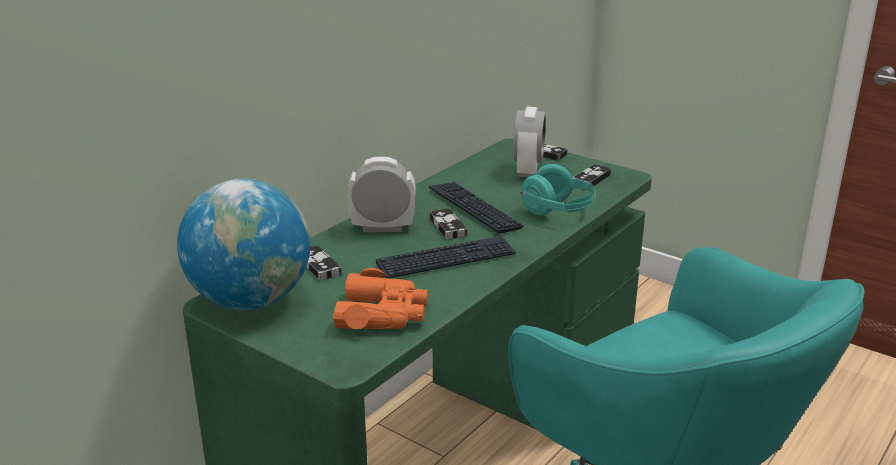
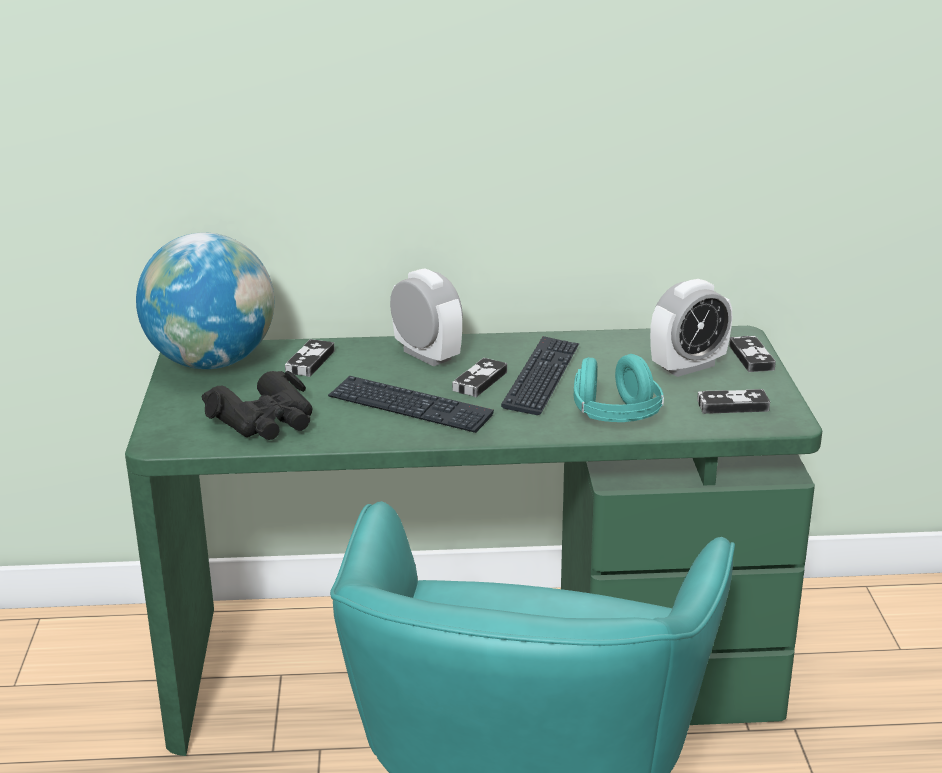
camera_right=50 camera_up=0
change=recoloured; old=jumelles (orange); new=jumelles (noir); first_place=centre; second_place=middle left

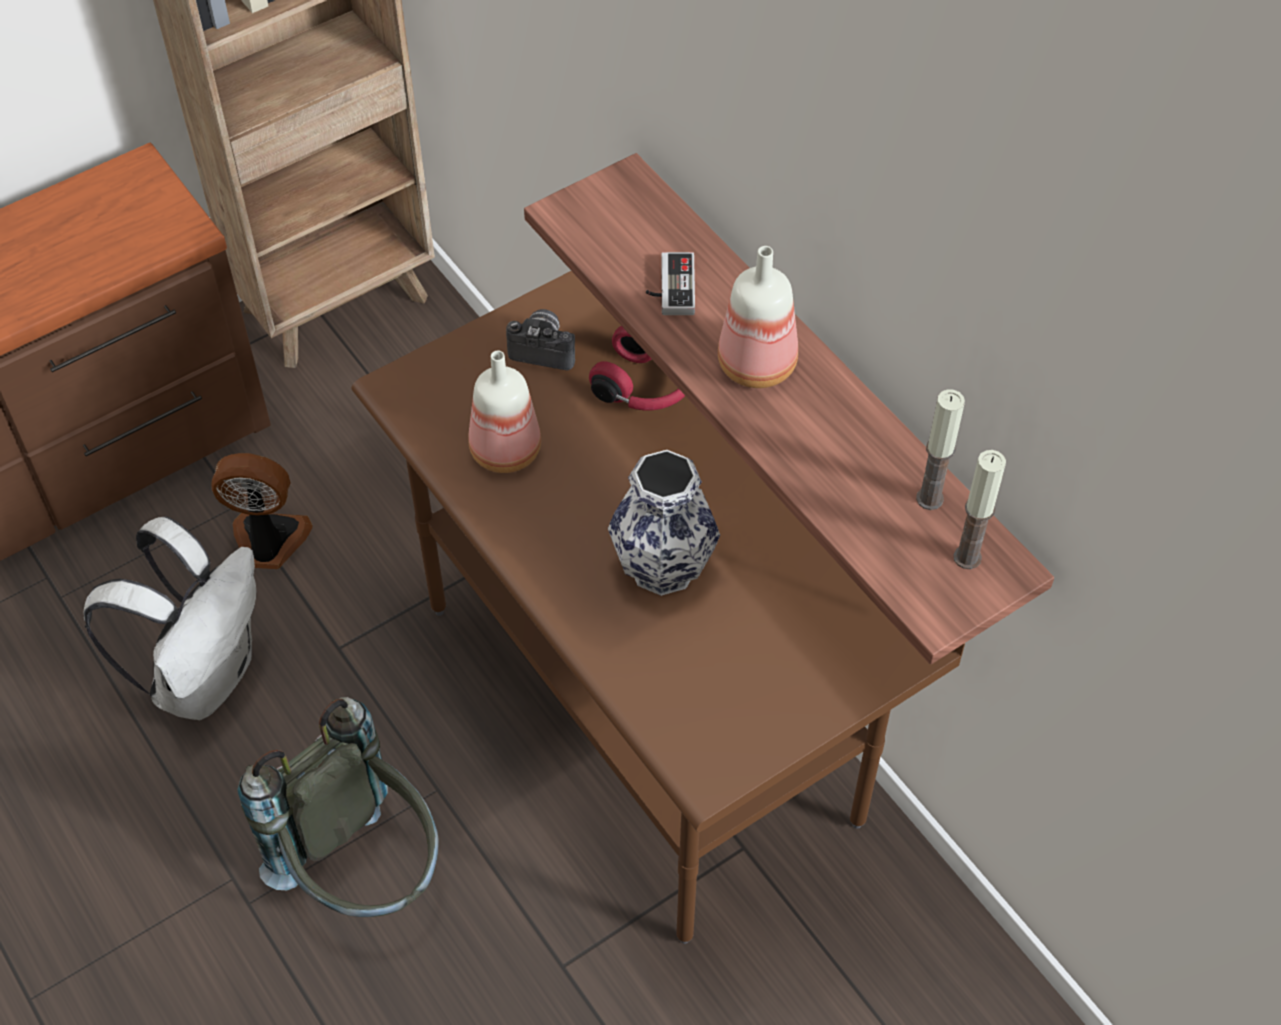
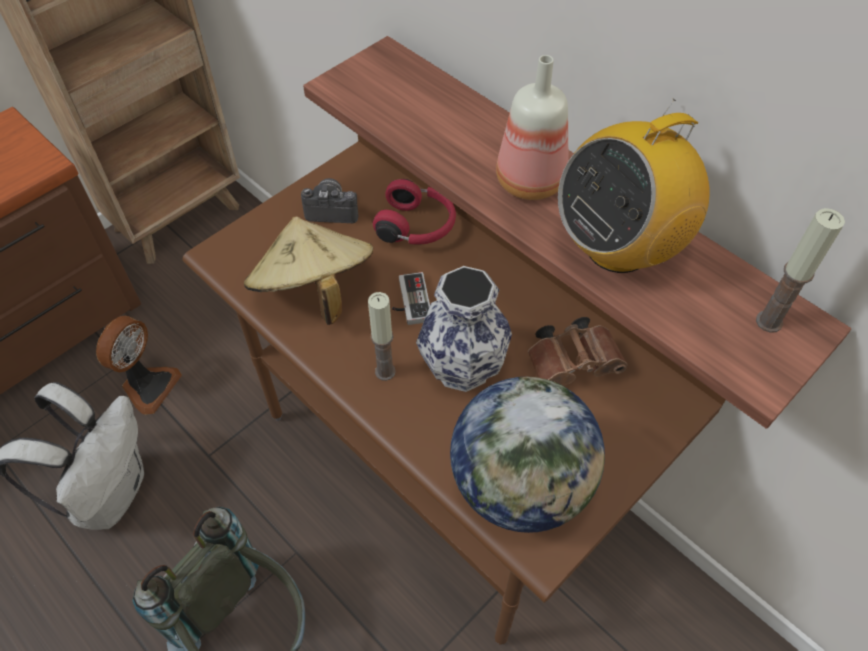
camera_right=-10 camera_up=0
change=turned; old=ventilateur; first_place=middle left; second_place=middle left; degrees=120
change=replaced; old=bouteille (1st from left); new=chapeau (beige); first_place=centre; second_place=centre
change=moved; old=bougie (1st from left); first_place=middle right; second_place=centre
change=moved; old=manette; first_place=top centre; second_place=centre
change=added; new=globe; second_place=bottom centre
change=added; new=jumelles (marron); second_place=centre
change=added; new=radio; second_place=top right

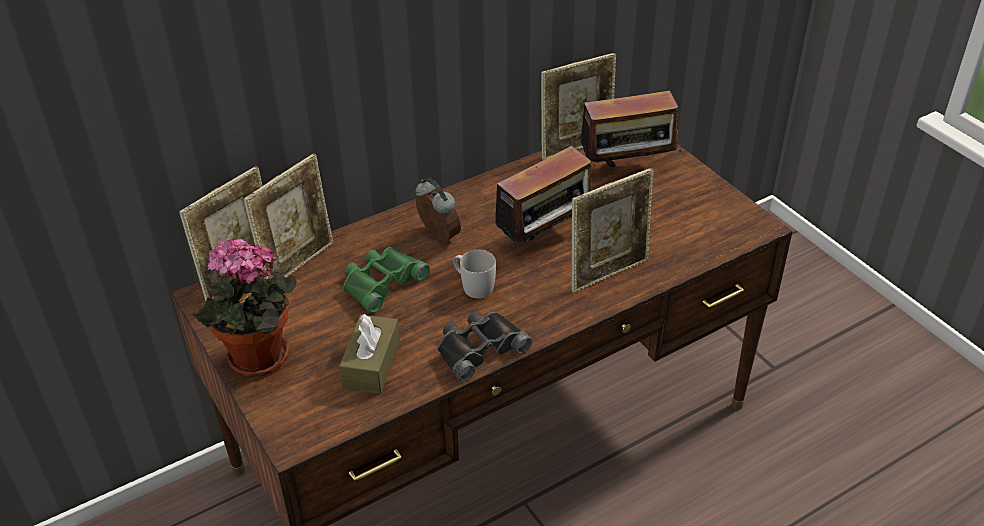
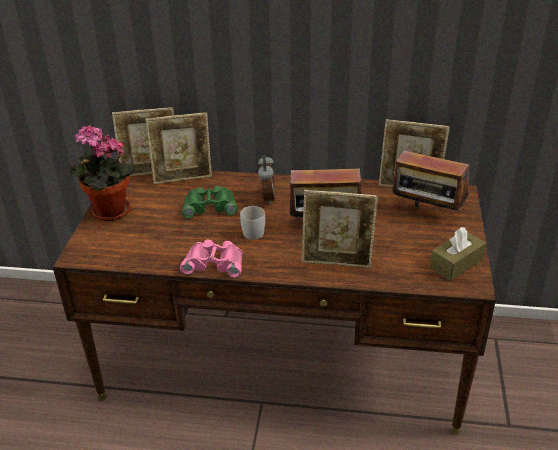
camera_right=40 camera_up=-5
change=recoloured; old=jumelles (noir); new=jumelles (rose); first_place=centre; second_place=centre
change=moved; old=boîte à mouchoirs (marron); first_place=bottom centre; second_place=middle right

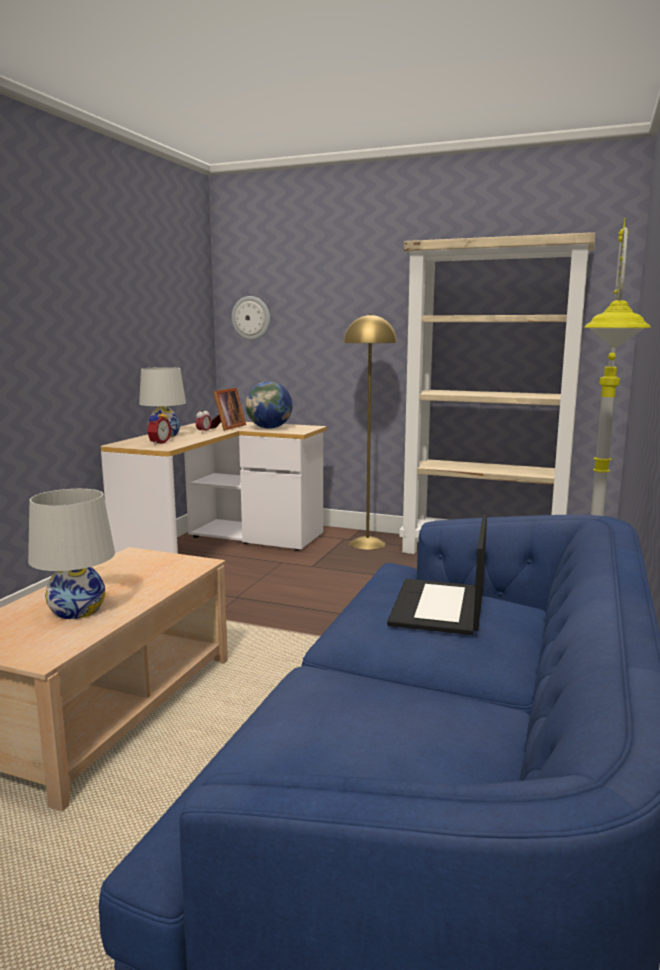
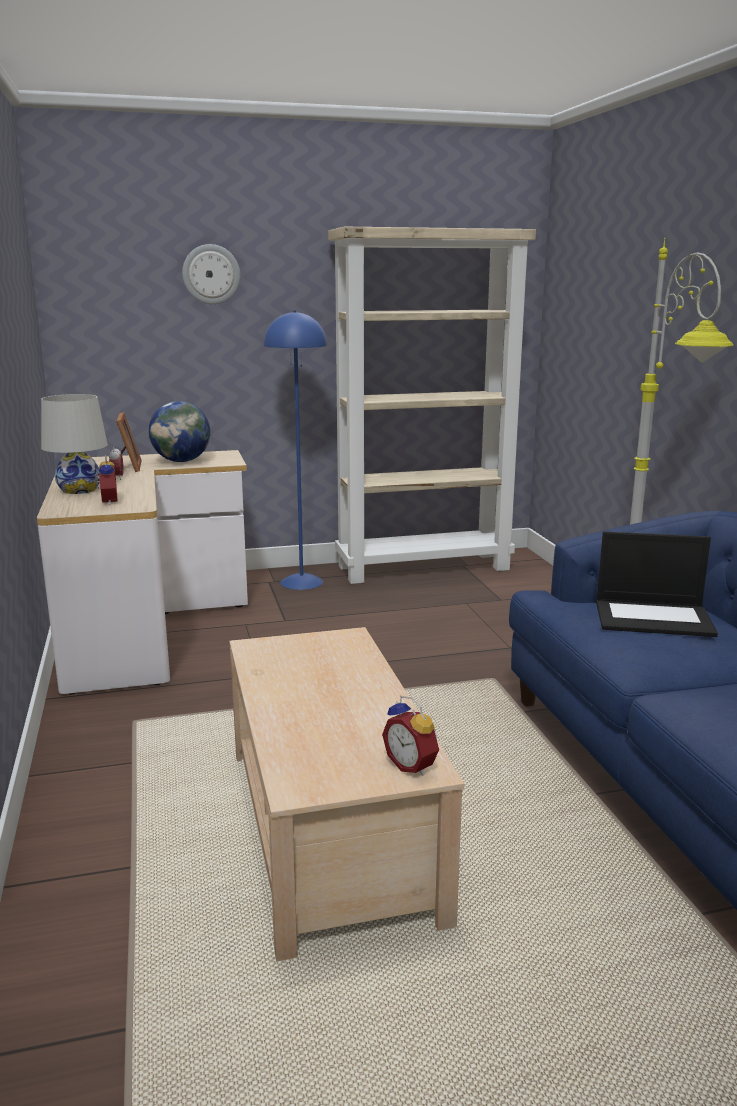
camera_right=-35 camera_up=5
change=moved; old=horloge murale; first_place=top centre; second_place=top left
change=recoloured; old=lampadaire (jaune); new=lampadaire (bleu); first_place=centre; second_place=centre
change=added; new=réveil (3rd from left); second_place=centre
change=turned; old=ordinateur portable; first_place=centre; second_place=middle right; degrees=-60
change=removed; old=lampe de table (blanc) (1st from left); first_place=middle left

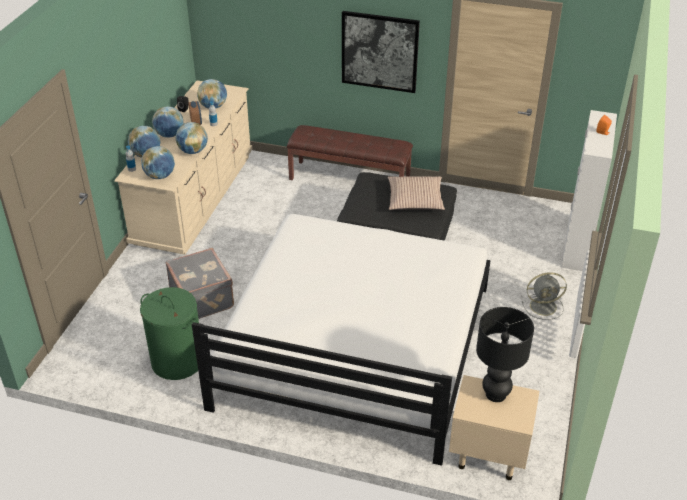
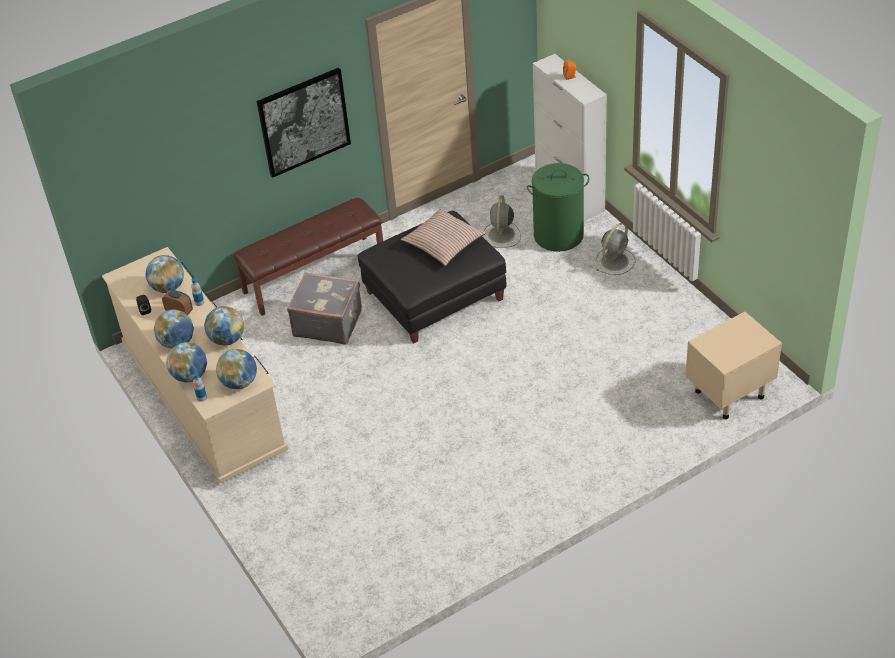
camera_right=-45 camera_up=5
change=moved; old=valise (gris); first_place=middle left; second_place=centre
change=added; new=ventilateur (gris) (1st from left); second_place=centre
change=moved; old=panier à linge (vert); first_place=middle left; second_place=top centre
change=removed; old=lit (blanc); first_place=bottom centre
change=removed; old=lampe de table (noir); first_place=bottom right

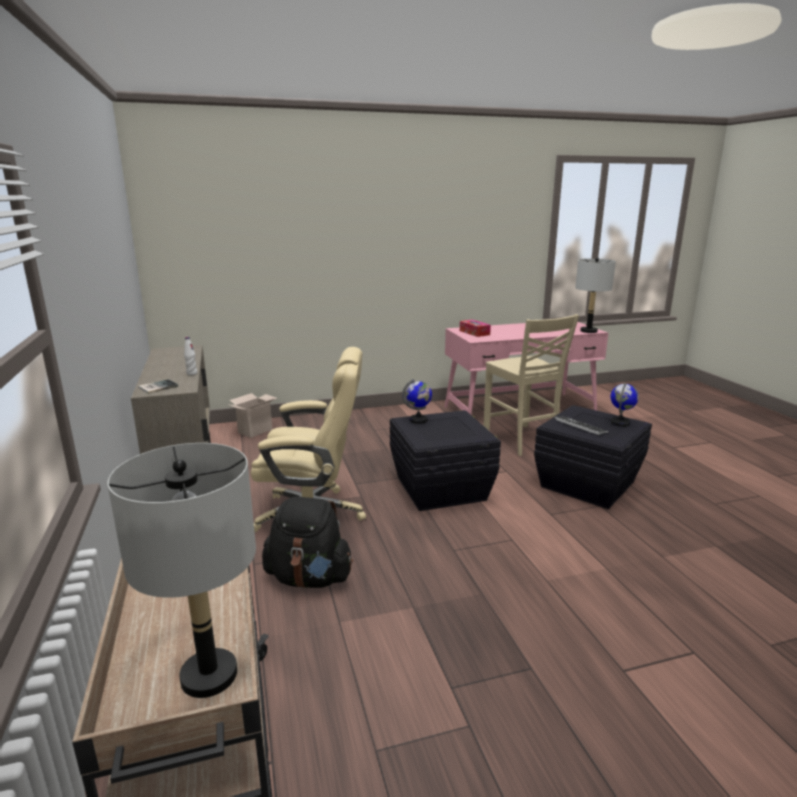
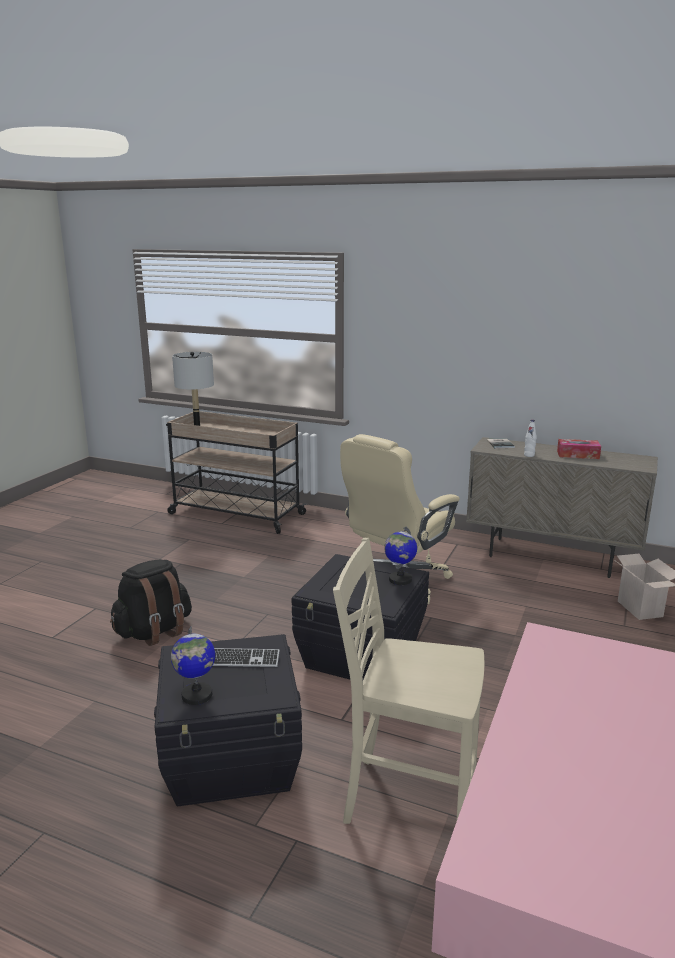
camera_right=130 camera_up=0
change=moved; old=sac à dos (noir); first_place=bottom centre; second_place=middle left
change=moved; old=boîte à mouchoirs; first_place=centre; second_place=middle right
change=removed; old=lampe de table (gris) (2nd from left); first_place=middle right

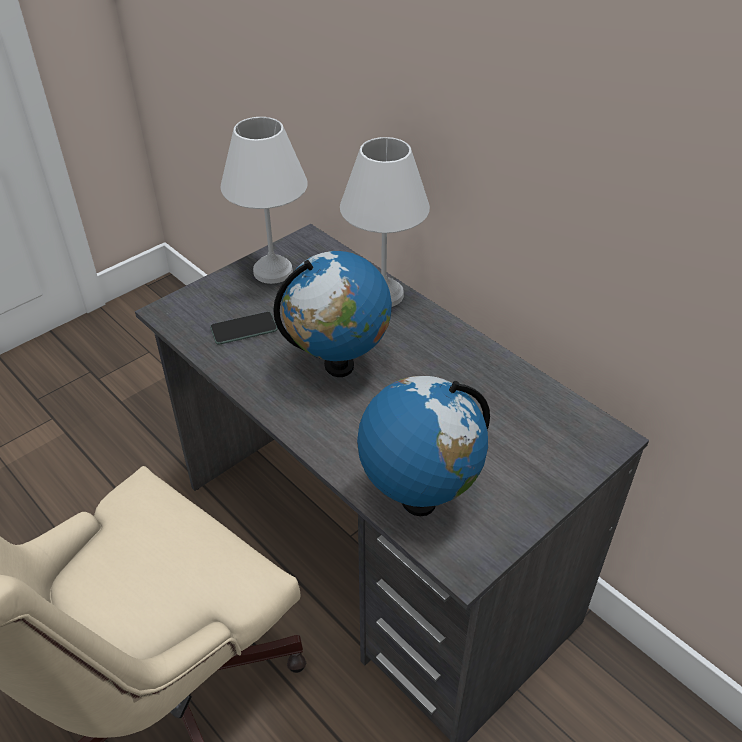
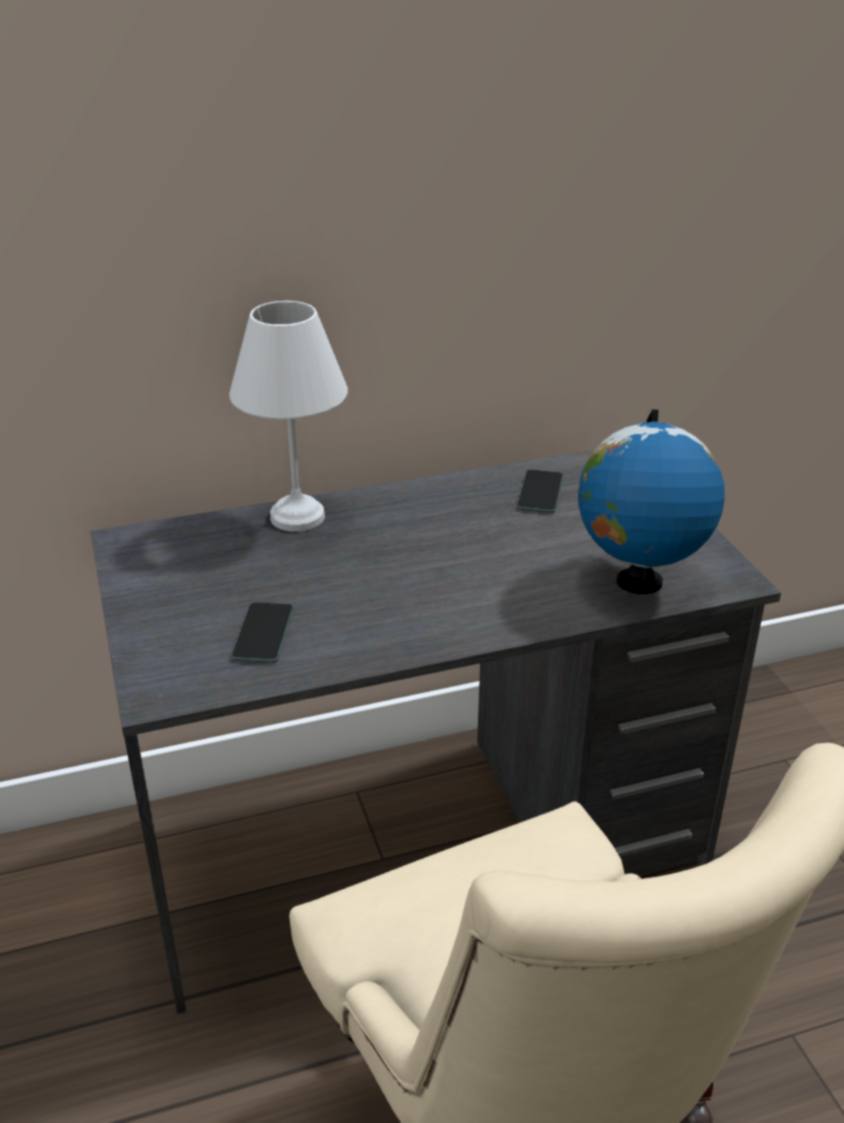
camera_right=-65 camera_up=-10
change=added; new=téléphone (2nd from left); second_place=centre
change=removed; old=lampe de table (blanc) (1st from left); first_place=top centre
change=removed; old=globe (1st from left); first_place=centre

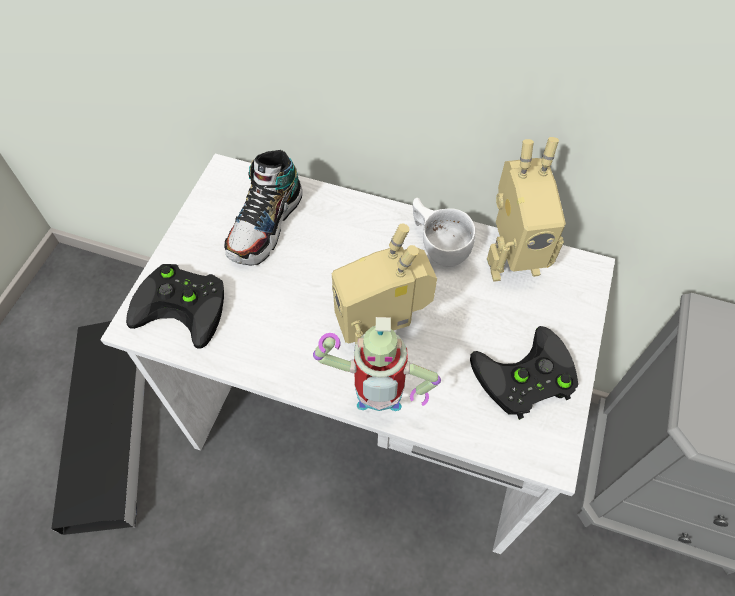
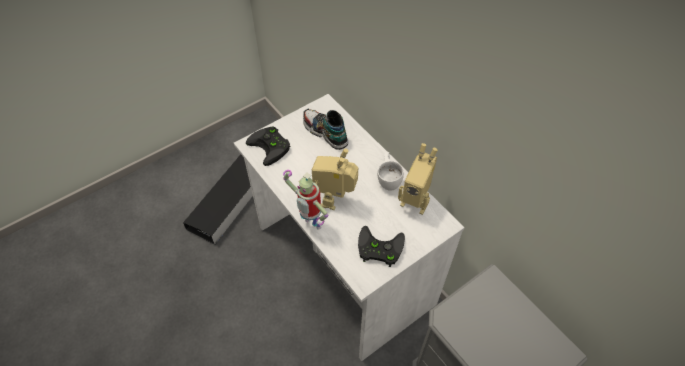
camera_right=35 camera_up=-5
change=turned; old=chaussure; first_place=centre; second_place=centre; degrees=75

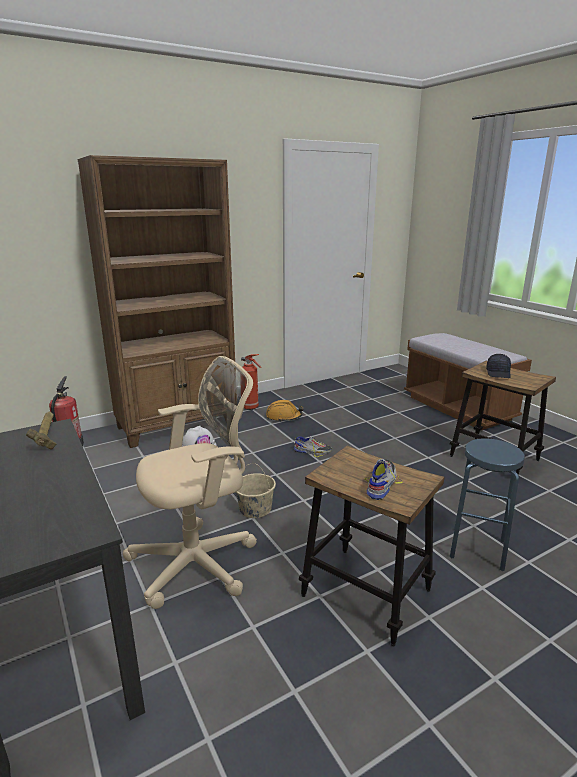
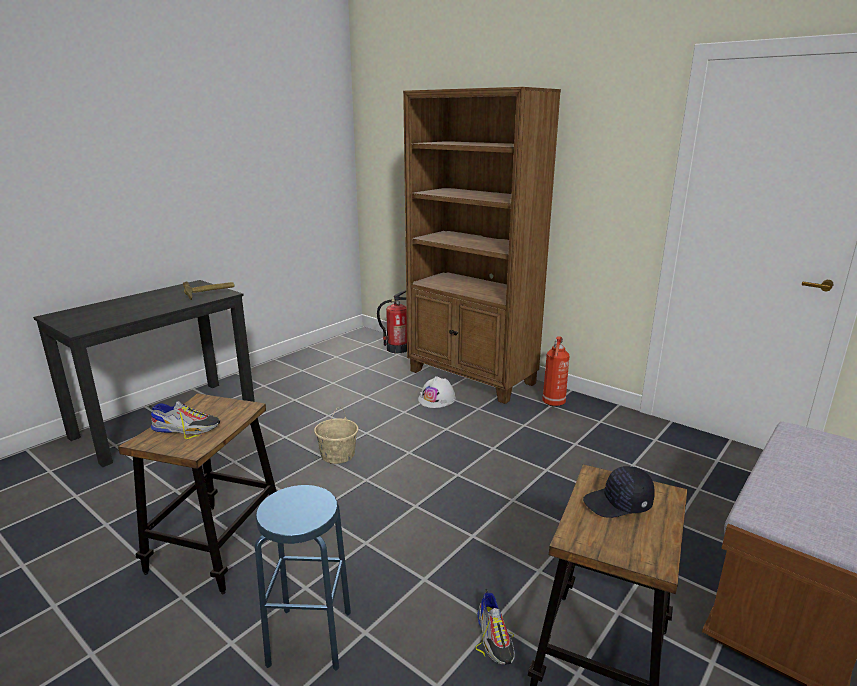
camera_right=70 camera_up=0
change=moved; old=chaussure (1st from left in the first image); new=chaussure (2nd from left); first_place=centre; second_place=bottom centre
change=removed; old=chaise de bureau (beige); first_place=middle left
change=removed; old=casque de chantier (orange); first_place=centre

